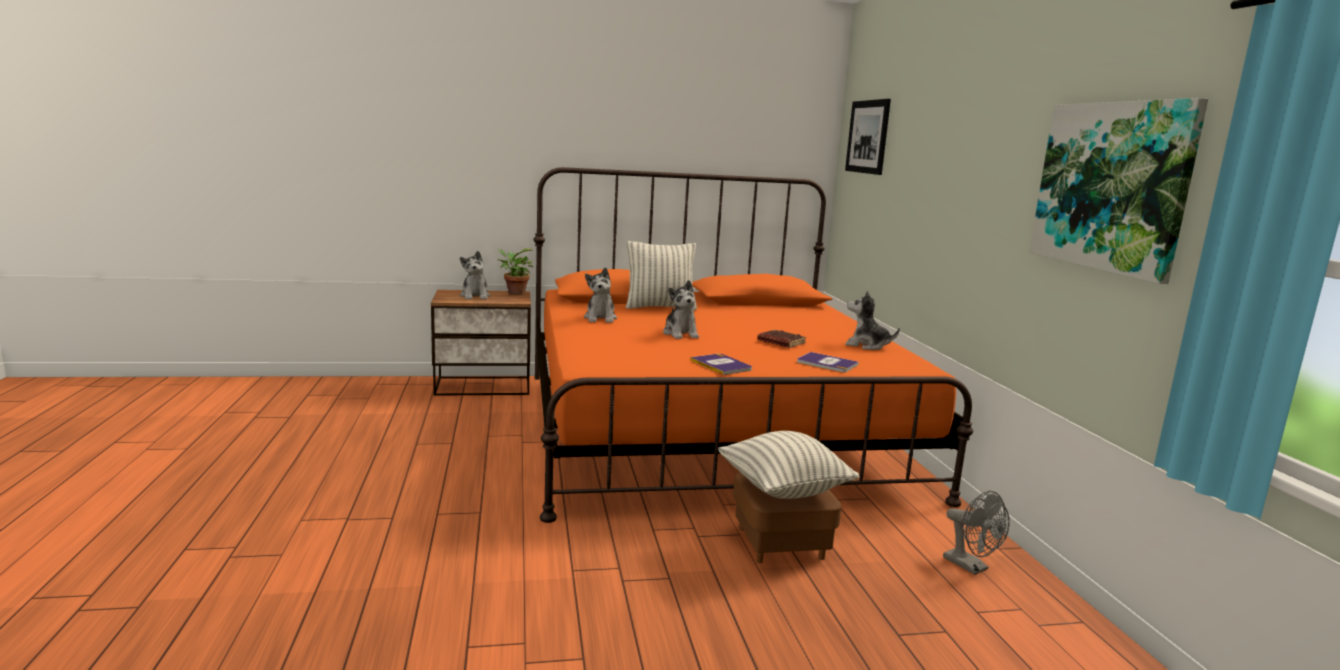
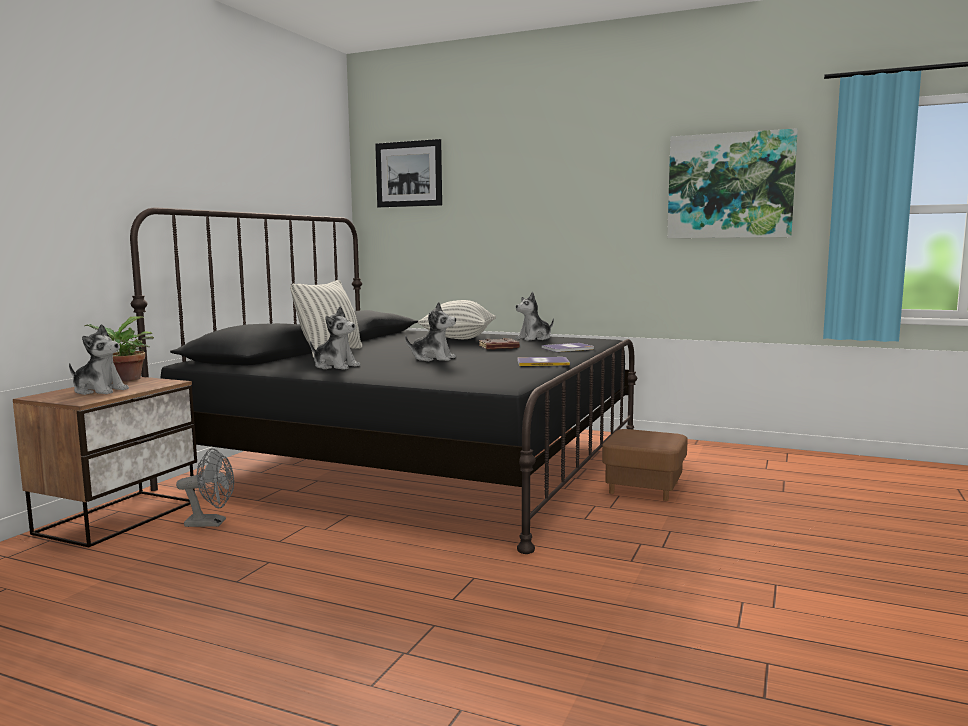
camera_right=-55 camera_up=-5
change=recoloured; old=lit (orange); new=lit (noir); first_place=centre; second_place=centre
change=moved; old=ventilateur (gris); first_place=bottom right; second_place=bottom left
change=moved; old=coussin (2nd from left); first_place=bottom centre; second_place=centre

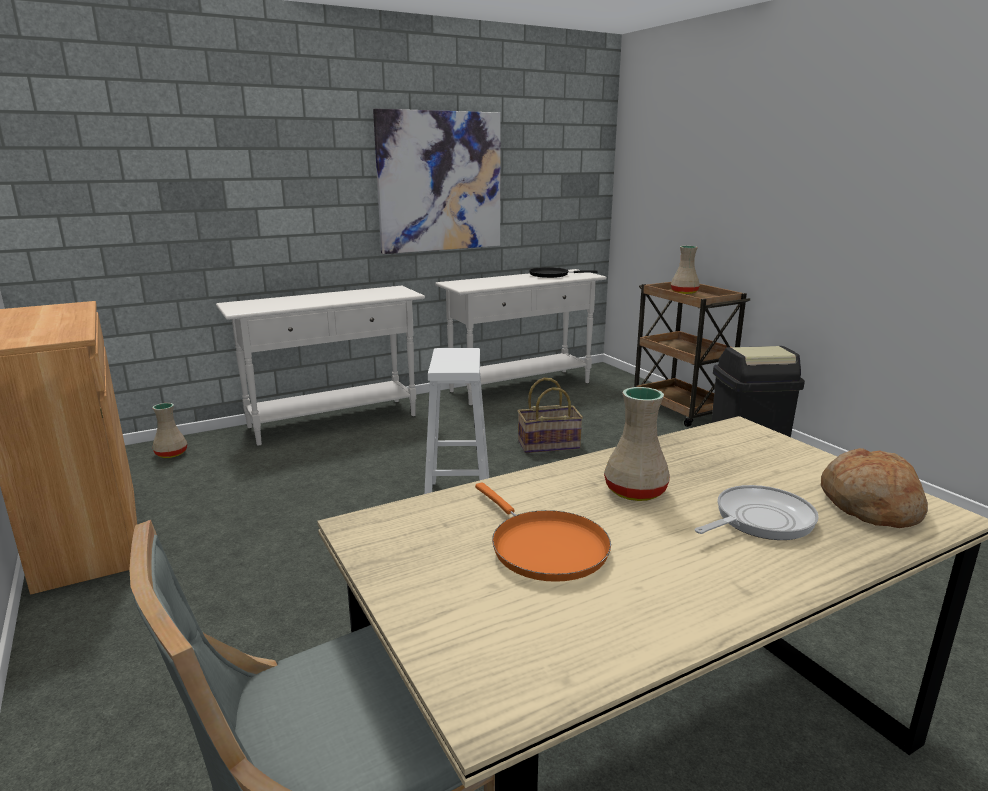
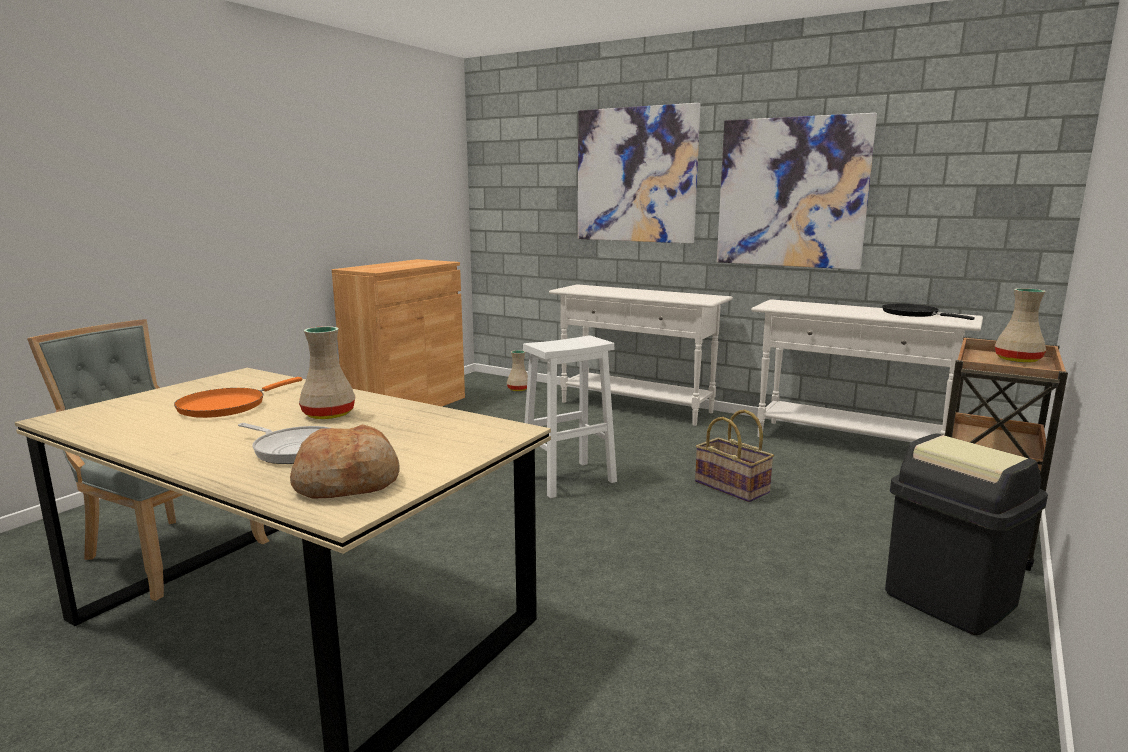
camera_right=60 camera_up=-5
change=added; new=tableau (1st from left); second_place=top centre

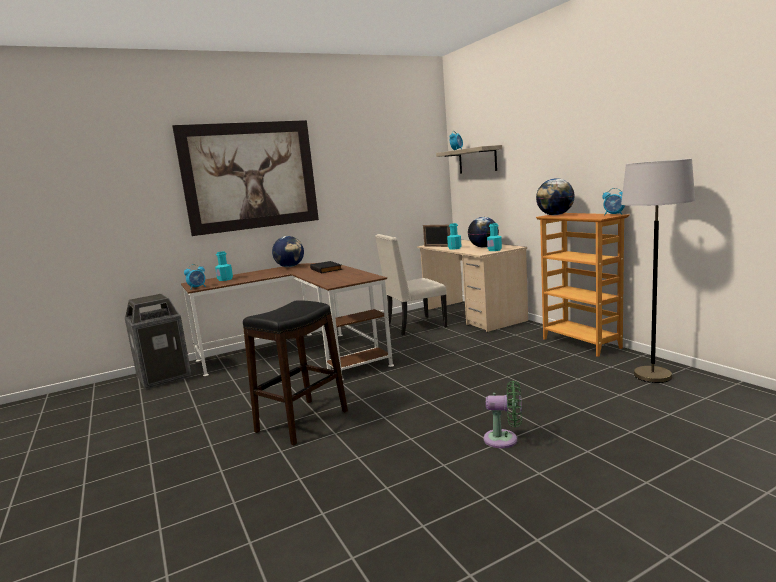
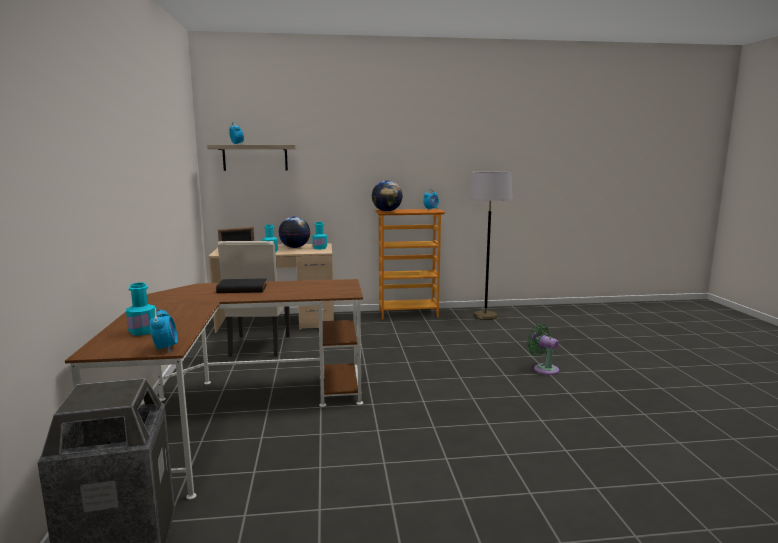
camera_right=-70 camera_up=0
change=turned; old=ventilateur (vert); first_place=bottom centre; second_place=middle right; degrees=-75
change=removed; old=tableau; first_place=top left
change=removed; old=tabouret (noir); first_place=centre
change=removed; old=globe (1st from left); first_place=centre

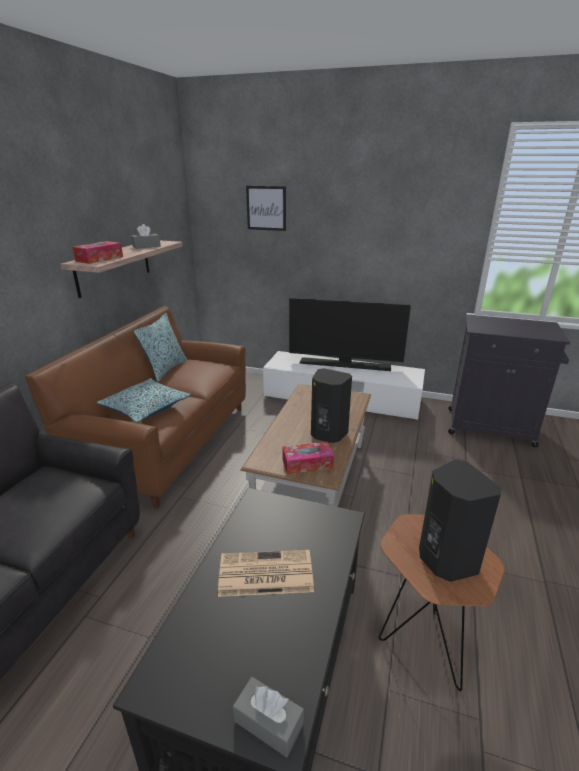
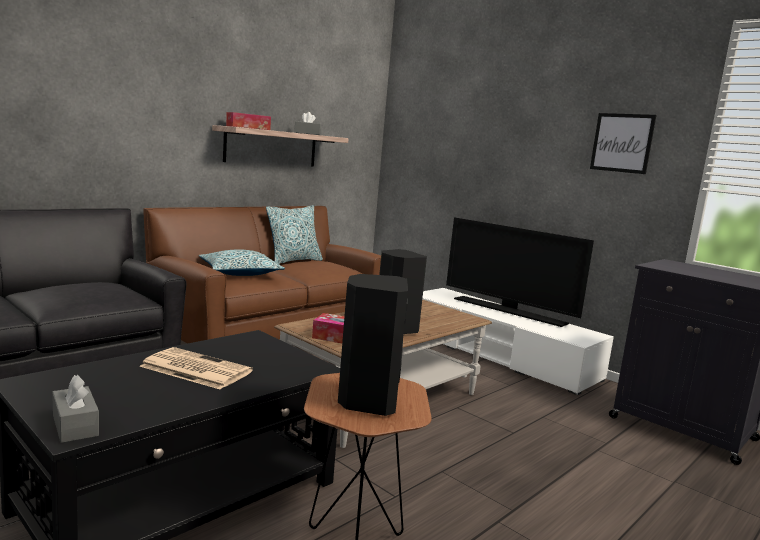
camera_right=25 camera_up=-15
change=moved; old=tableau; first_place=top centre; second_place=top right

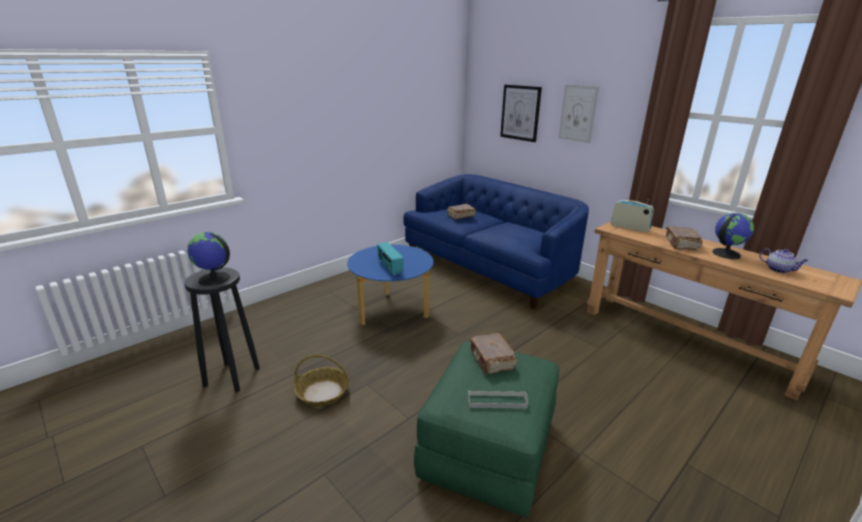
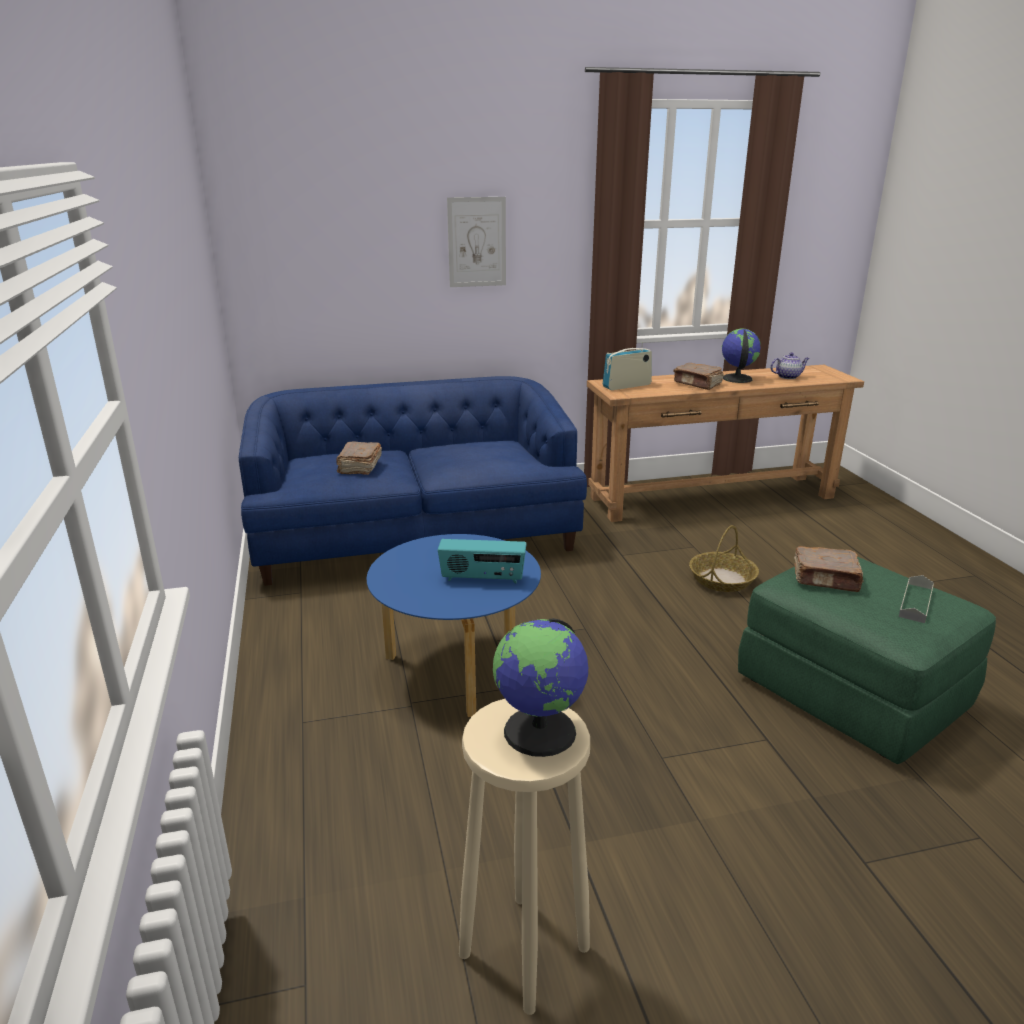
camera_right=-60 camera_up=0
change=recoloured; old=tabouret (noir); new=tabouret (beige); first_place=middle left; second_place=bottom centre
change=moved; old=panier; first_place=bottom centre; second_place=middle right
change=removed; old=tableau (1st from left); first_place=top centre

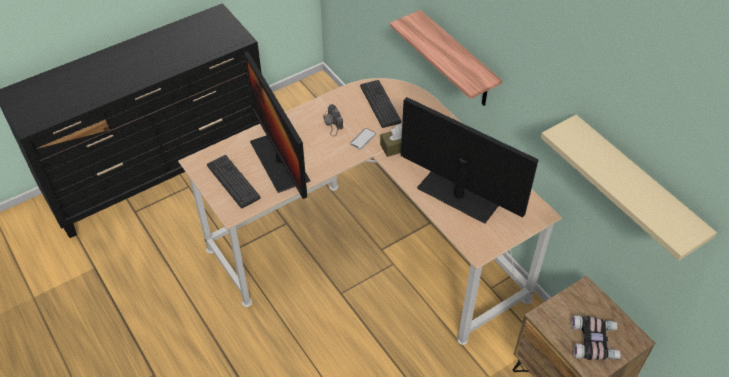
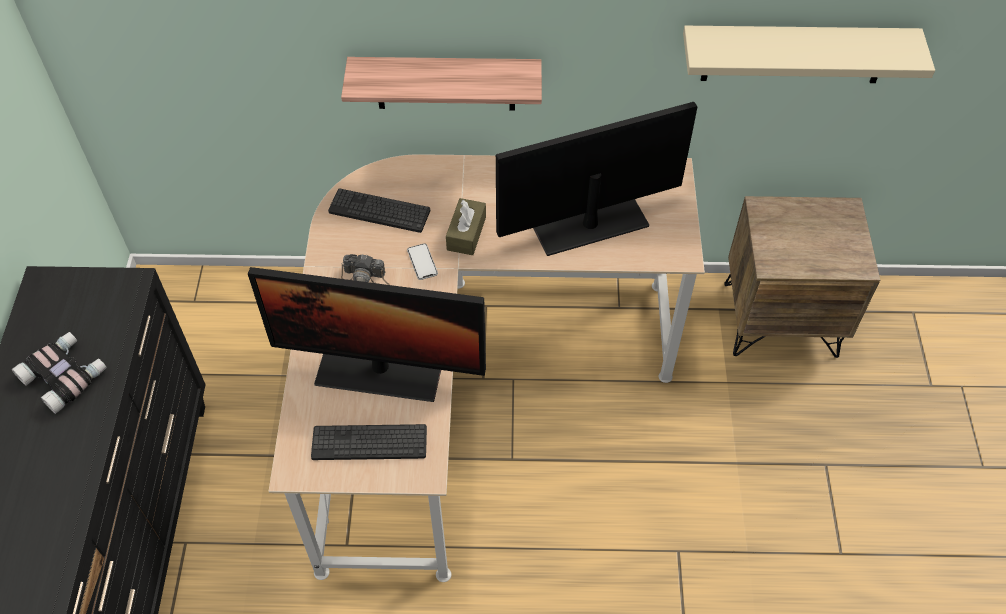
camera_right=-55 camera_up=5
change=moved; old=jumelles; first_place=bottom right; second_place=middle left

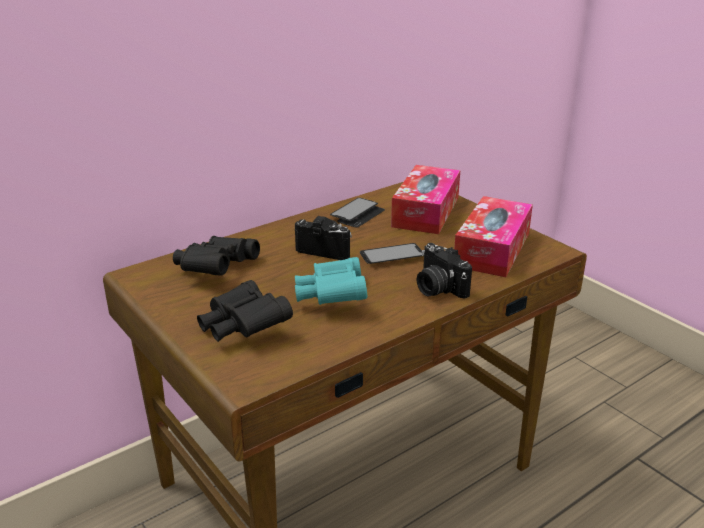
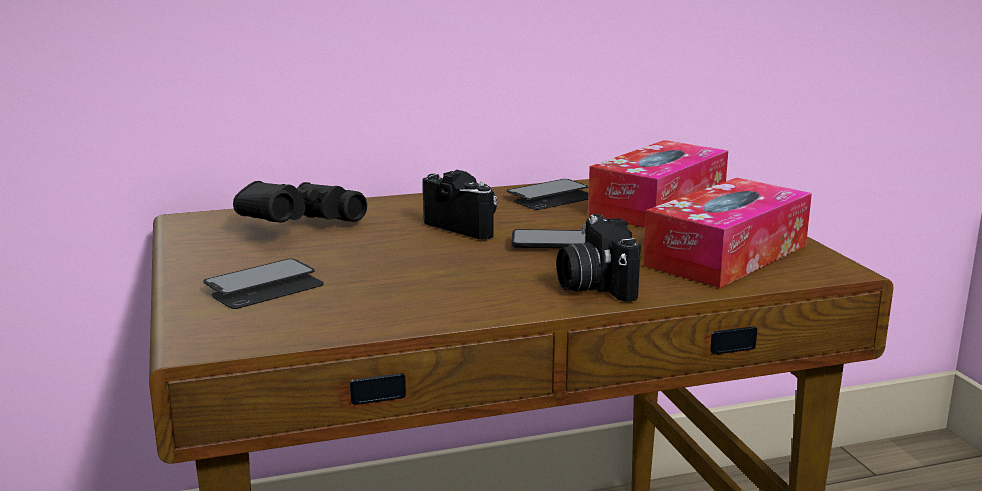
camera_right=20 camera_up=-10
change=replaced; old=jumelles (noir) (2nd from left); new=téléphone (1st from left); first_place=centre; second_place=middle left
change=removed; old=jumelles (turquoise); first_place=centre

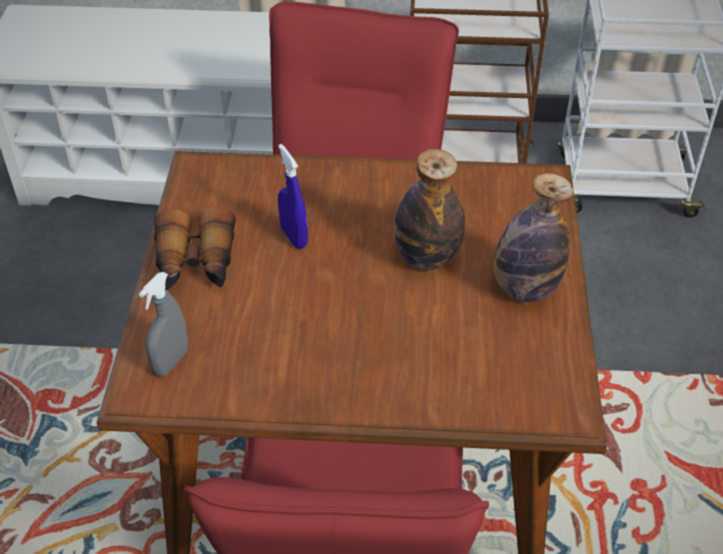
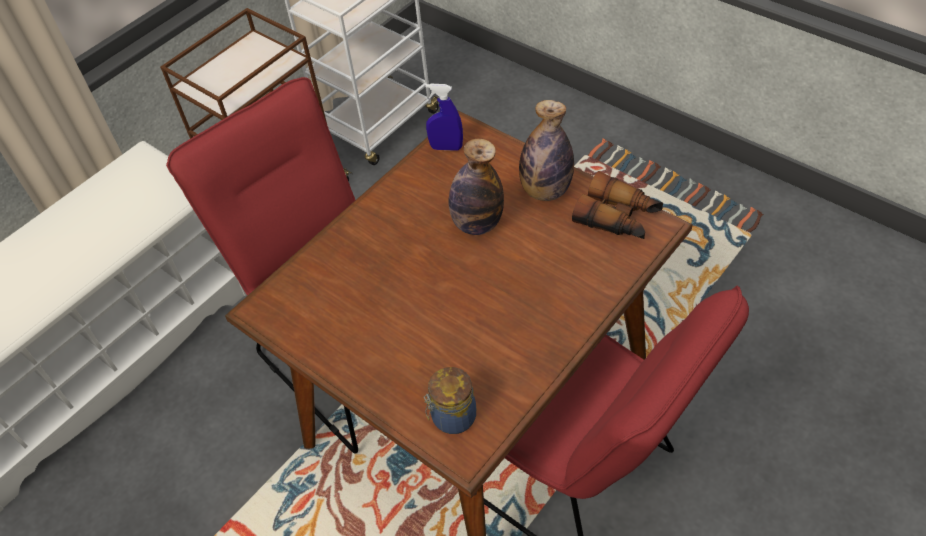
camera_right=-50 camera_up=5
change=replaced; old=vaporisateur (gris); new=bocal; first_place=middle left; second_place=bottom centre
change=moved; old=vaporisateur (bleu); first_place=centre; second_place=top centre
change=moved; old=jumelles; first_place=middle left; second_place=centre

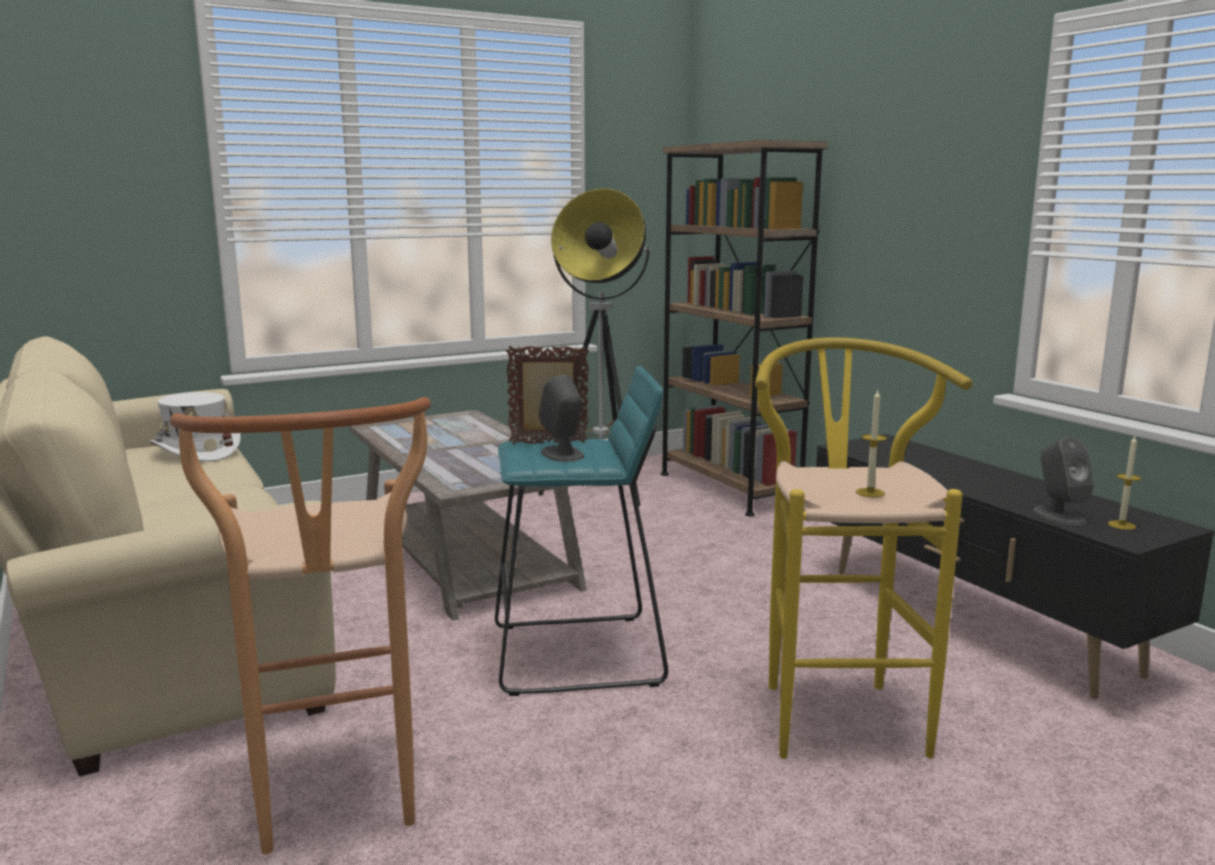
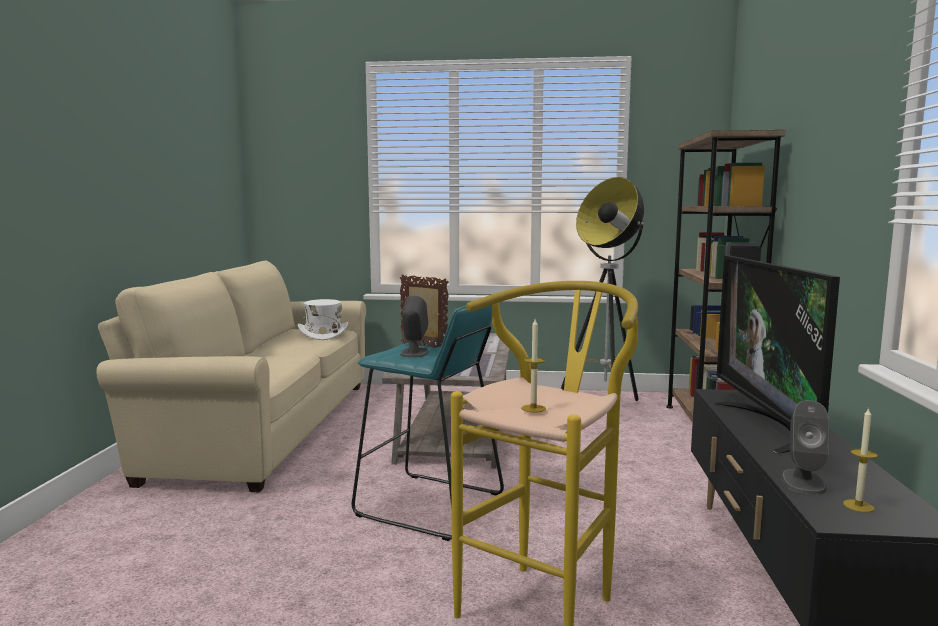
camera_right=35 camera_up=-5
change=added; new=téléviseur; second_place=middle right
change=removed; old=tabouret (marron); first_place=bottom left

